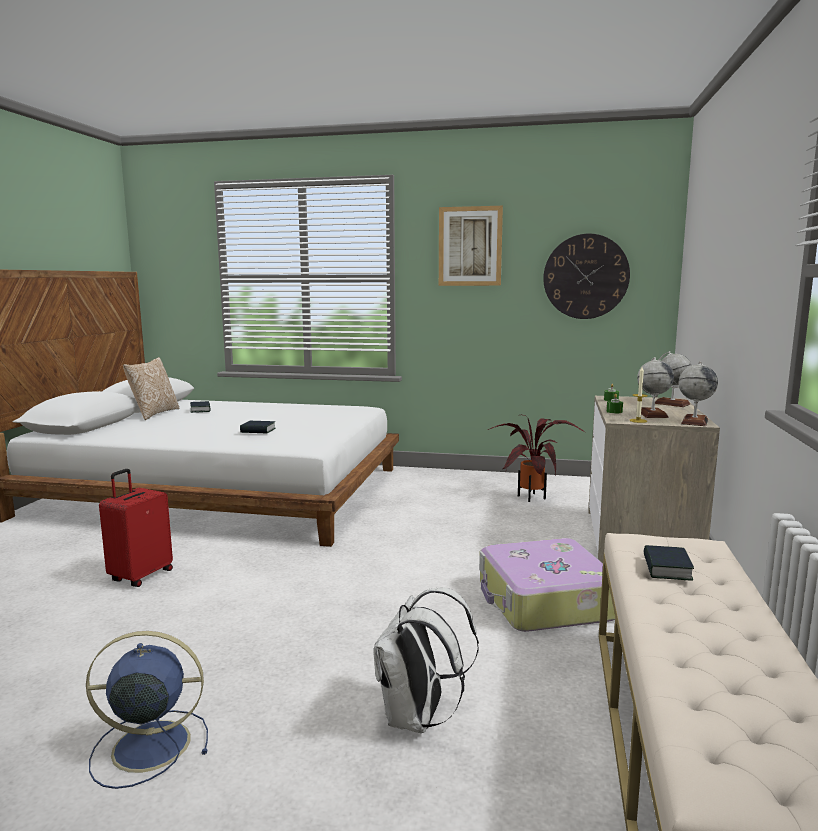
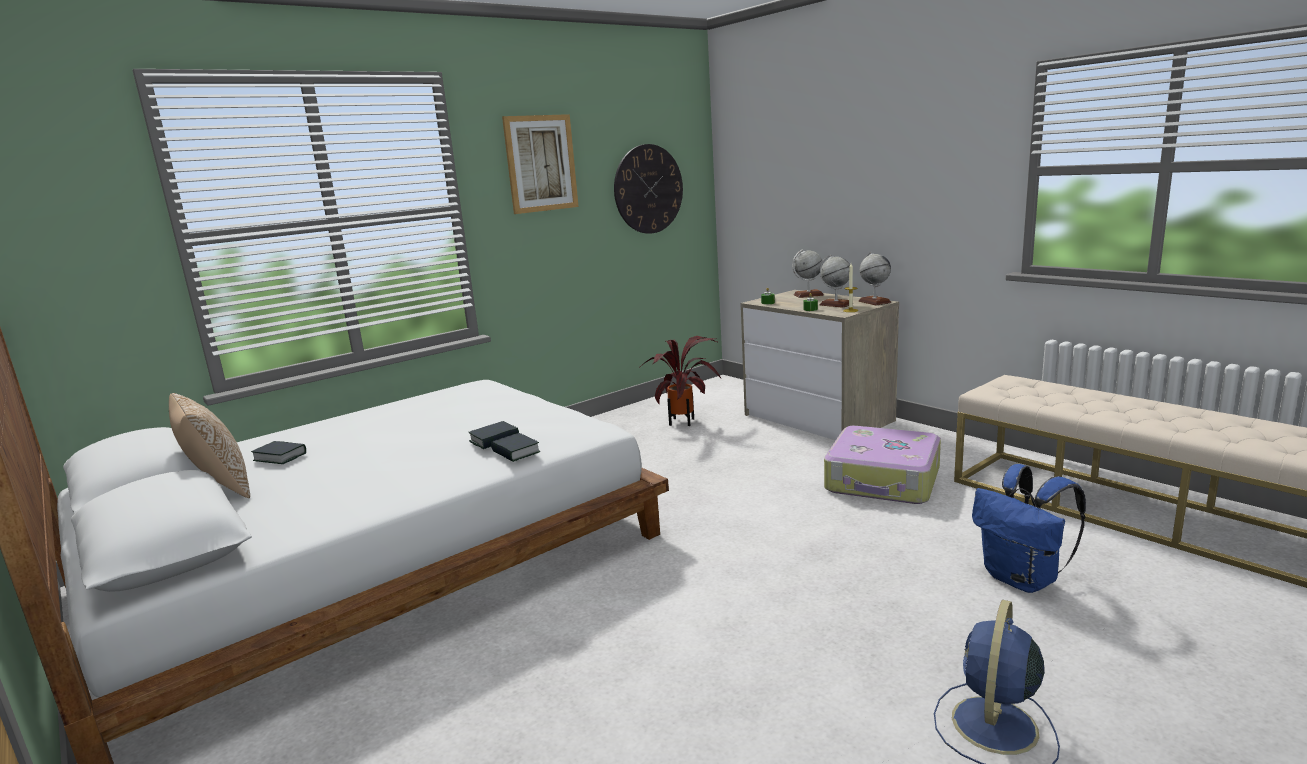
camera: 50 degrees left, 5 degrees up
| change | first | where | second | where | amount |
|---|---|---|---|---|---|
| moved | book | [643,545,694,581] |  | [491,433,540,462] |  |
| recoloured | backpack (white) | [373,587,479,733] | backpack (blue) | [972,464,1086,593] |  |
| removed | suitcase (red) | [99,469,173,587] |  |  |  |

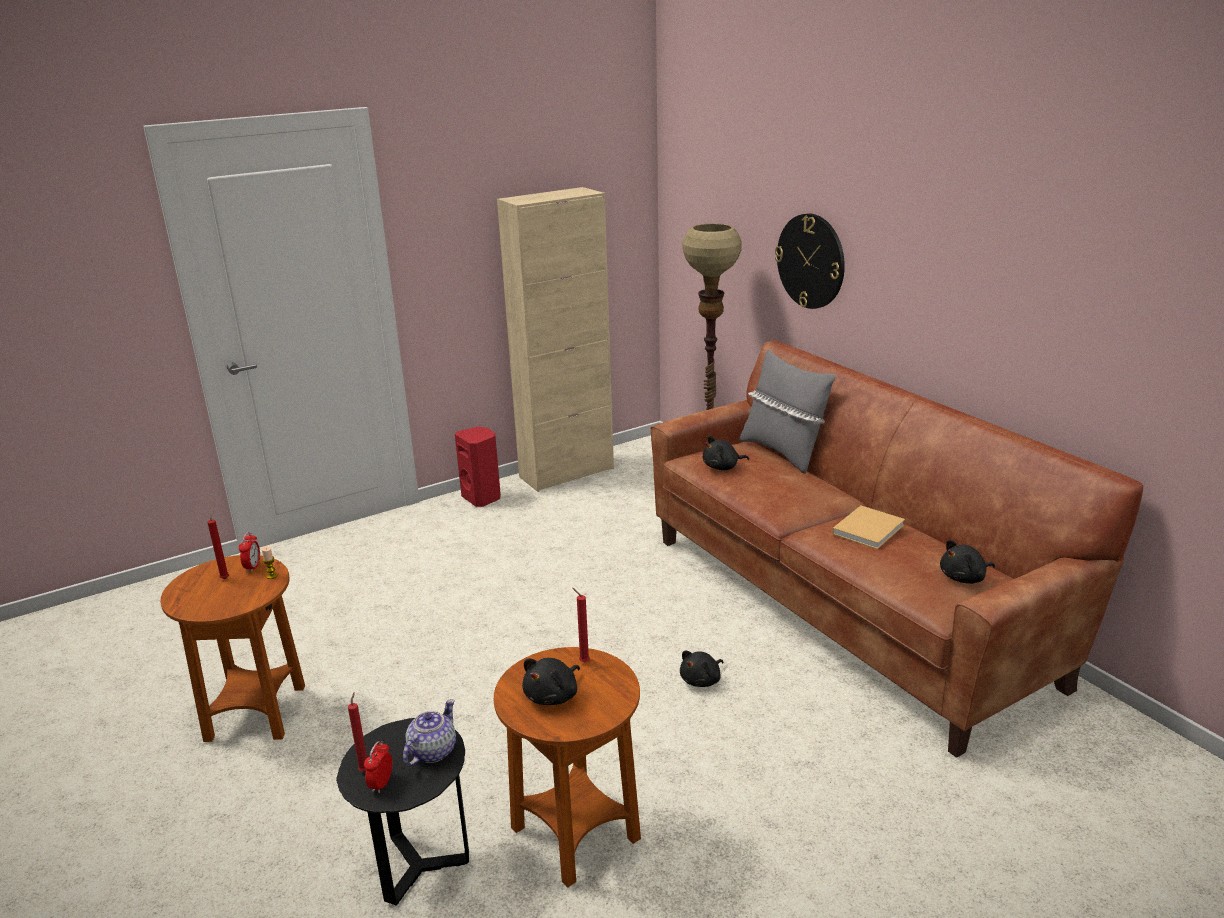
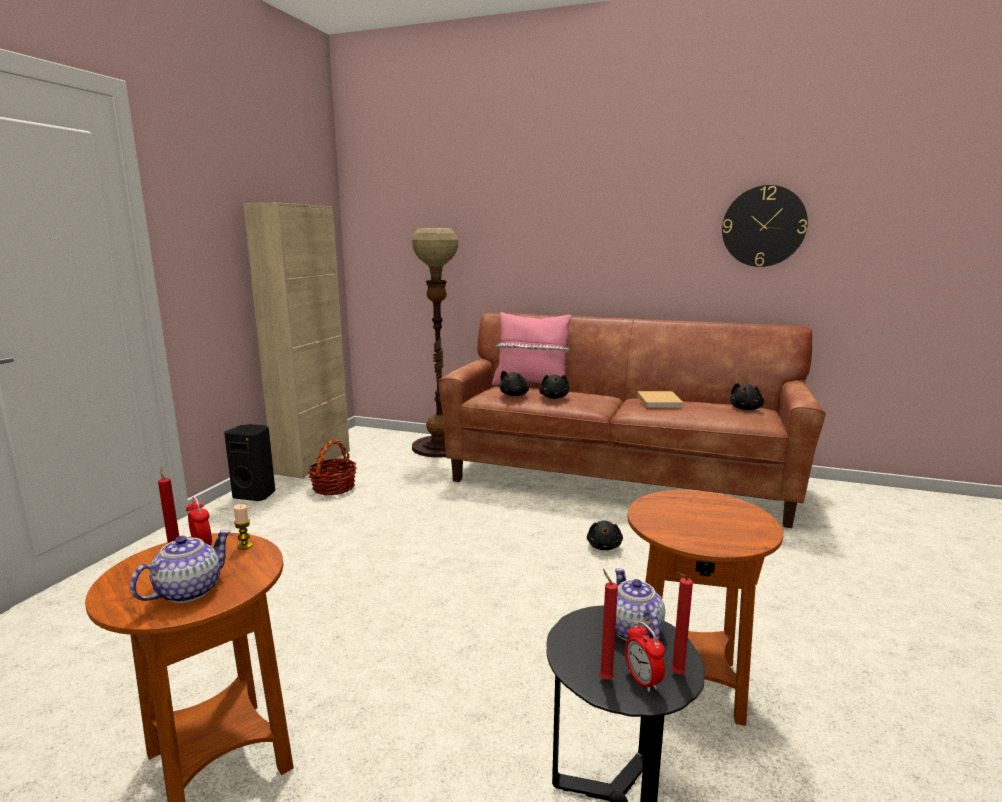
camera: 40 degrees left, 10 degrees down
| change | first | where | second | where | amount |
|---|---|---|---|---|---|
| added |  |  | teapot | [130,530,231,603] |  |
| recoloured | speaker (red) | [455,427,501,507] | speaker (black) | [224,424,275,501] |  |
| added |  |  | basket | [308,440,357,495] |  |
| recoloured | pillow (grey) | [739,349,836,474] | pillow (pink) | [492,312,571,385] |  |
| moved | plush toy (black) | [522,658,580,705] |  | [539,374,569,399] |  |
| moved | candle (red) | [573,588,590,662] |  | [671,571,693,674] |  |
| moved | wall clock | [775,213,845,309] |  | [722,185,808,267] |  |

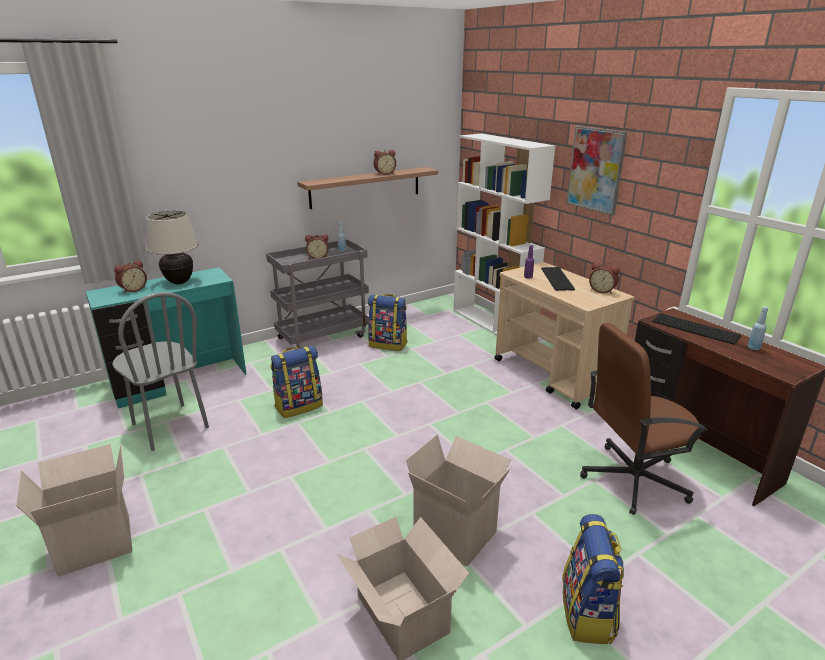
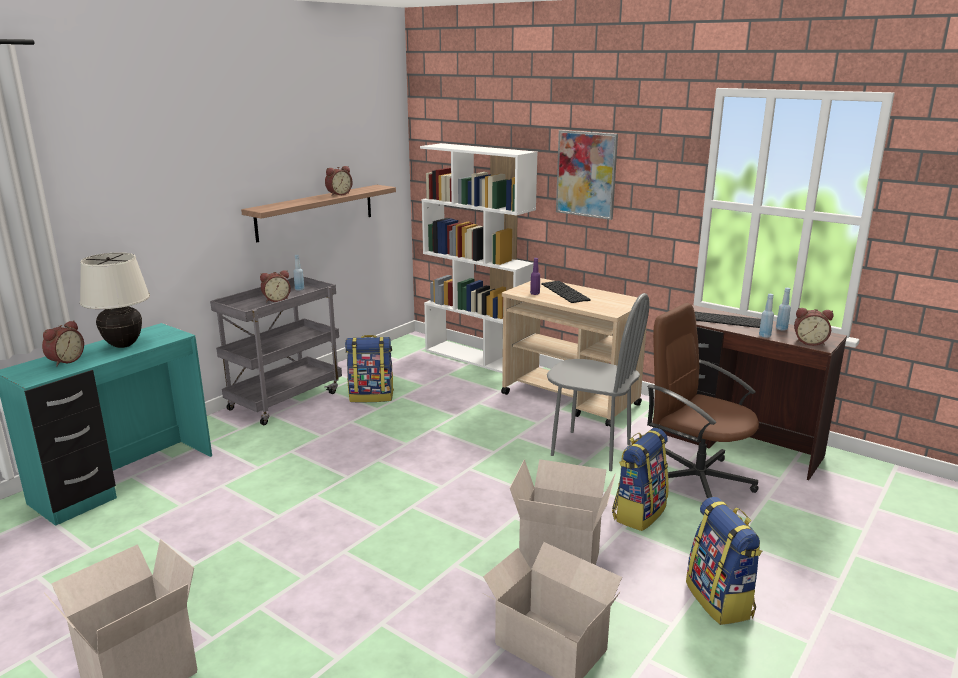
camera: 20 degrees left, 5 degrees down
| change | first | where | second | where | amount |
|---|---|---|---|---|---|
| moved | chair (grey) | [112,292,209,451] |  | [547,293,649,471] |  |
| moved | backpack | [271,345,323,418] |  | [612,428,669,531] |  |
| turned | office chair (brown) | [580,323,708,515] |  | [647,303,759,499] | 75 degrees clockwise |
| added |  |  | bottle (blue) | [759,294,774,338] |  |
| moved | alarm clock | [589,262,620,294] |  | [794,308,834,346] |  |

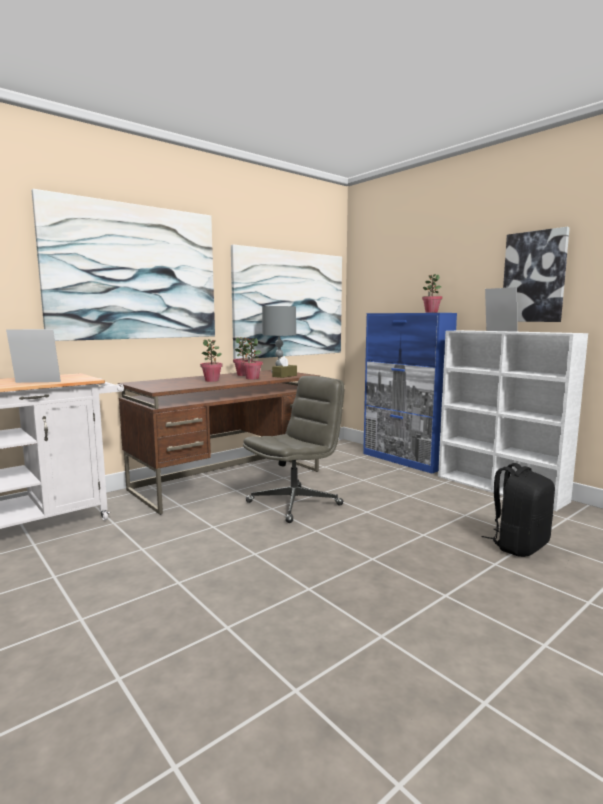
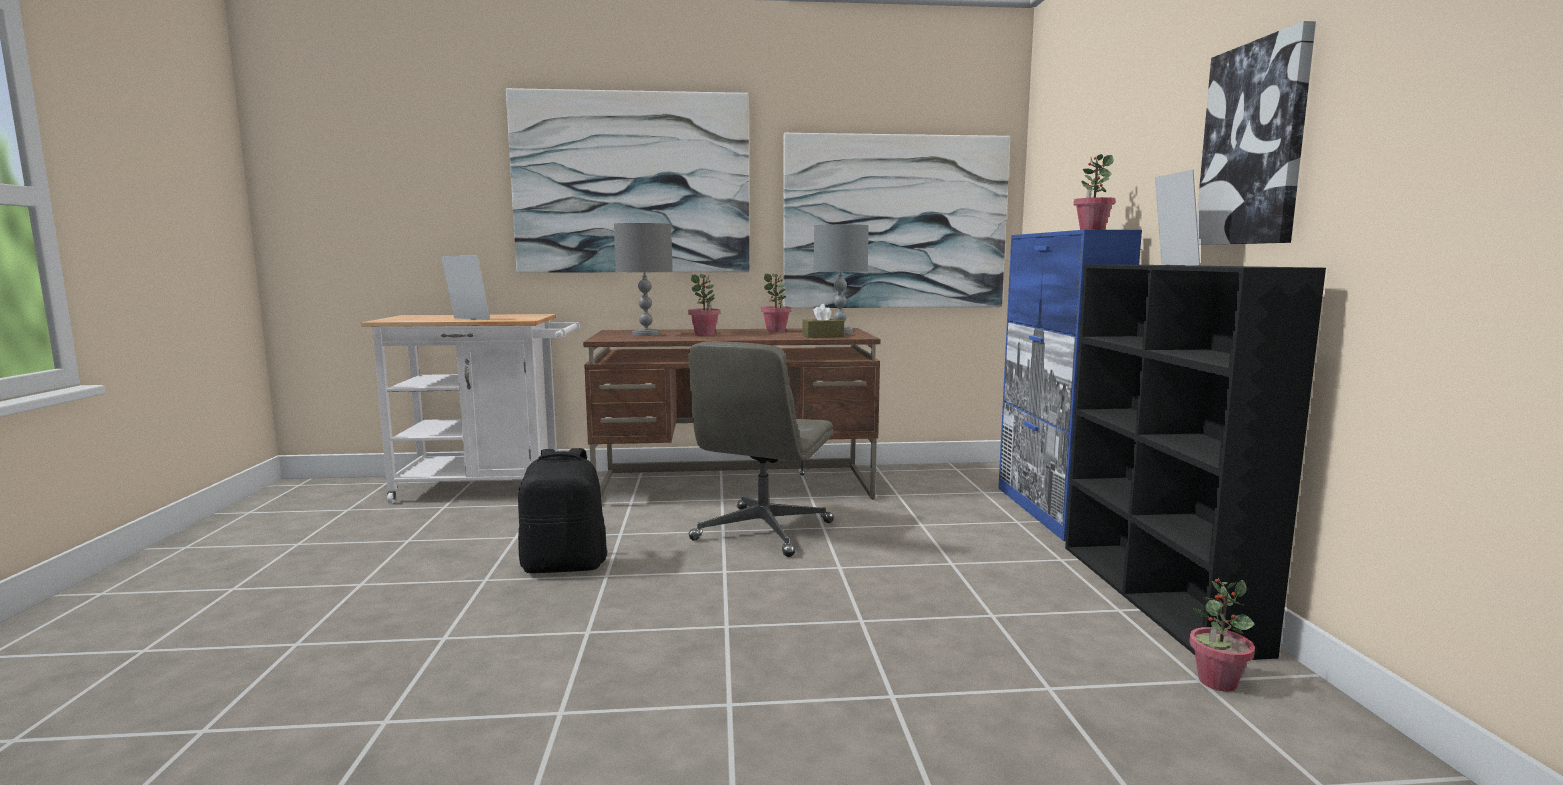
camera: 35 degrees right, 0 degrees up
| change | first | where | second | where | amount |
|---|---|---|---|---|---|
| moved | backpack (black) | [482,463,555,557] |  | [518,448,607,573] |  |
| added |  |  | table lamp (grey) | [614,223,673,336] |  |
| turned | office chair (grey) | [243,376,345,523] |  | [688,341,834,557] | 120 degrees clockwise |
| recoloured | bookcase (white) | [438,330,588,511] | bookcase (black) | [1065,265,1326,660] |  |
| moved | potted plant | [241,338,263,380] |  | [1189,578,1255,692] |  |

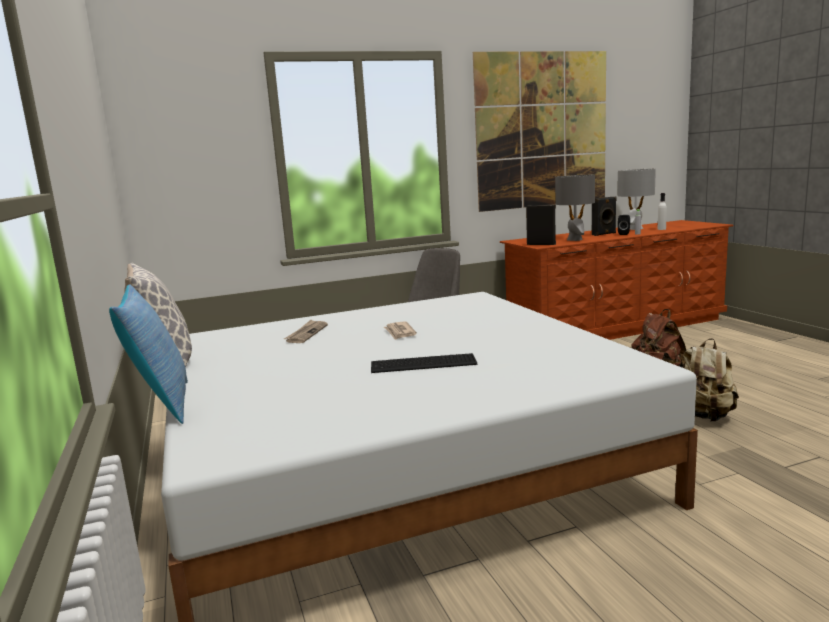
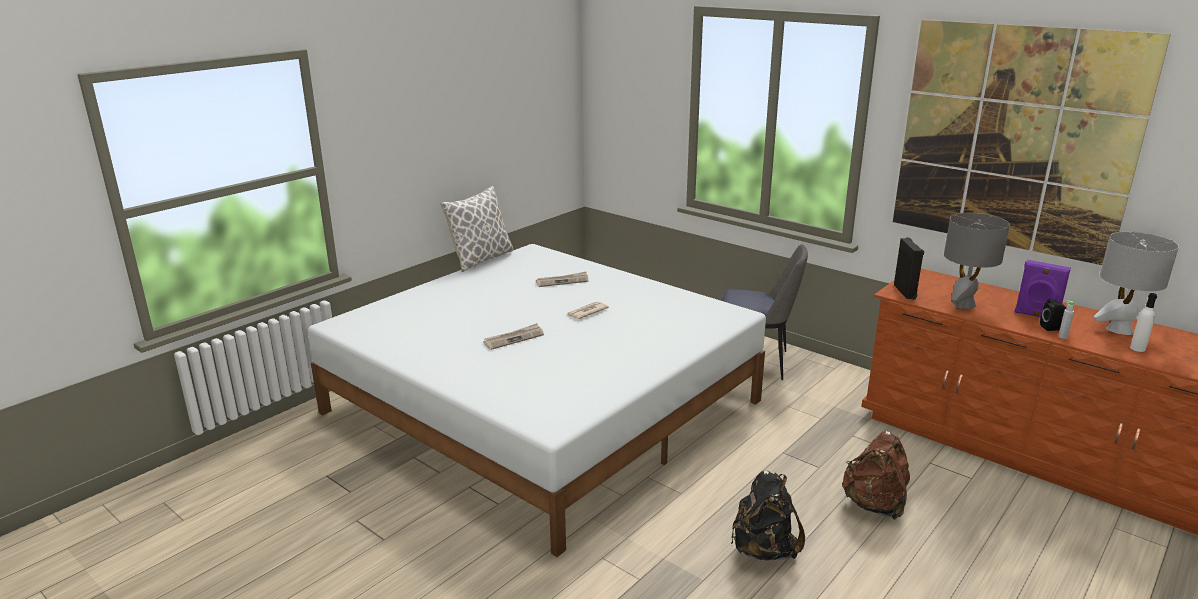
camera: 60 degrees right, 10 degrees up
| change | first | where | second | where | amount |
|---|---|---|---|---|---|
| replaced | keyboard | [371,353,477,373] | newspaper | [483,323,544,350] |  |
| recoloured | backpack (beige) | [683,338,739,422] | backpack (black) | [731,470,805,560] |  |
| recoloured | speaker (black) | [592,196,617,236] | speaker (purple) | [1015,260,1071,317] |  |
| removed | pillow | [109,284,188,424] |  |  |  |

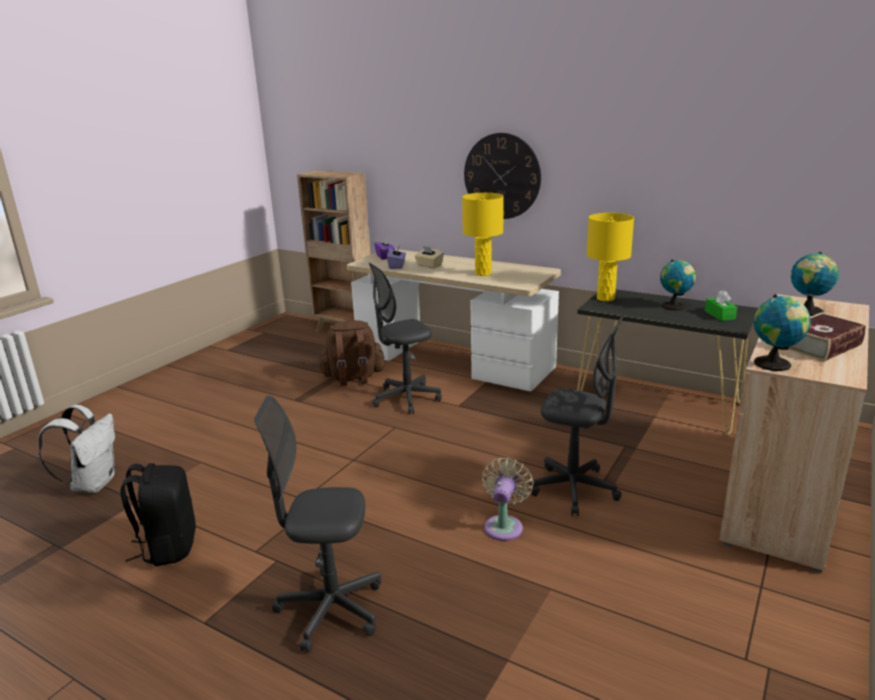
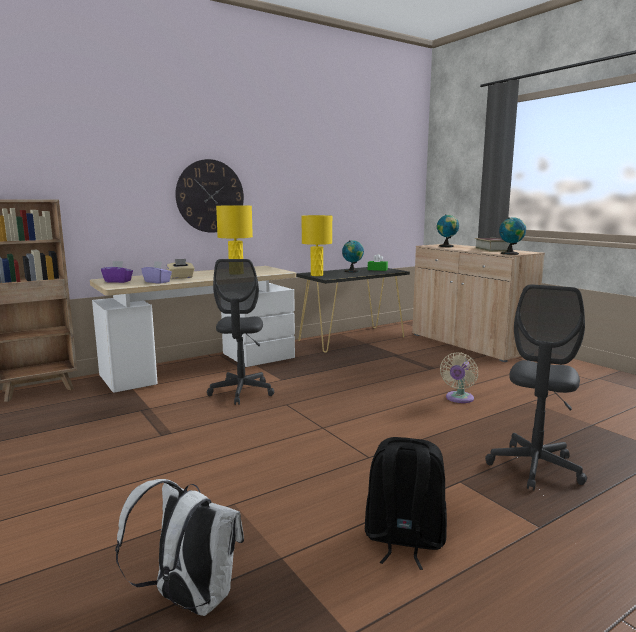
camera: 65 degrees left, 10 degrees down
| change | first | where | second | where | amount |
|---|---|---|---|---|---|
| turned | fan (beige) | [482,458,534,541] |  | [440,353,478,403] | 105 degrees counterclockwise |
| removed | backpack (brown) | [318,320,385,386] |  |  |  |
| removed | office chair (grey) | [530,317,623,516] |  |  |  |

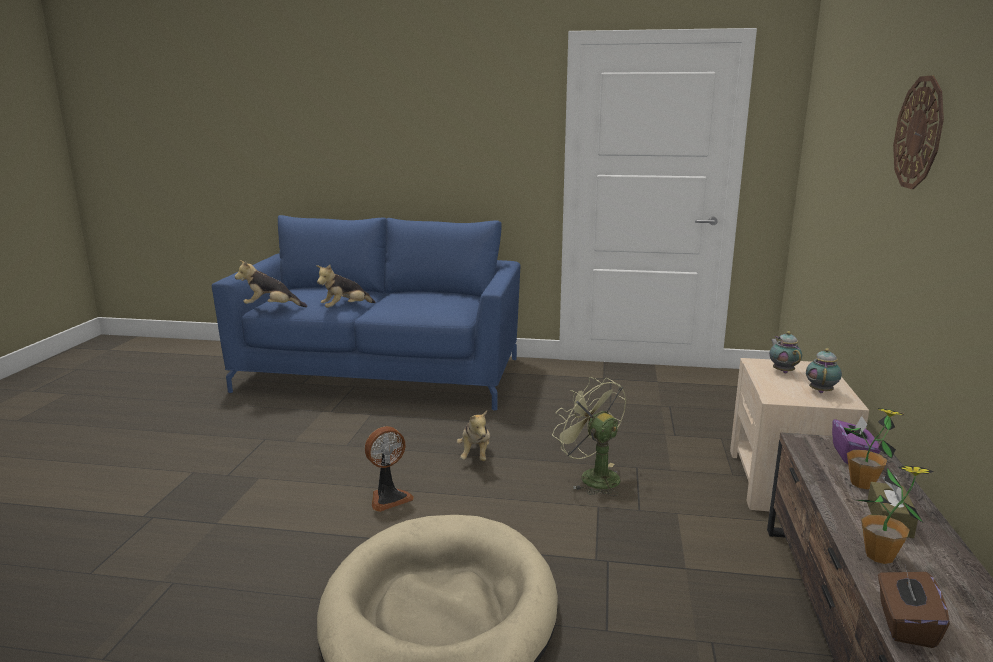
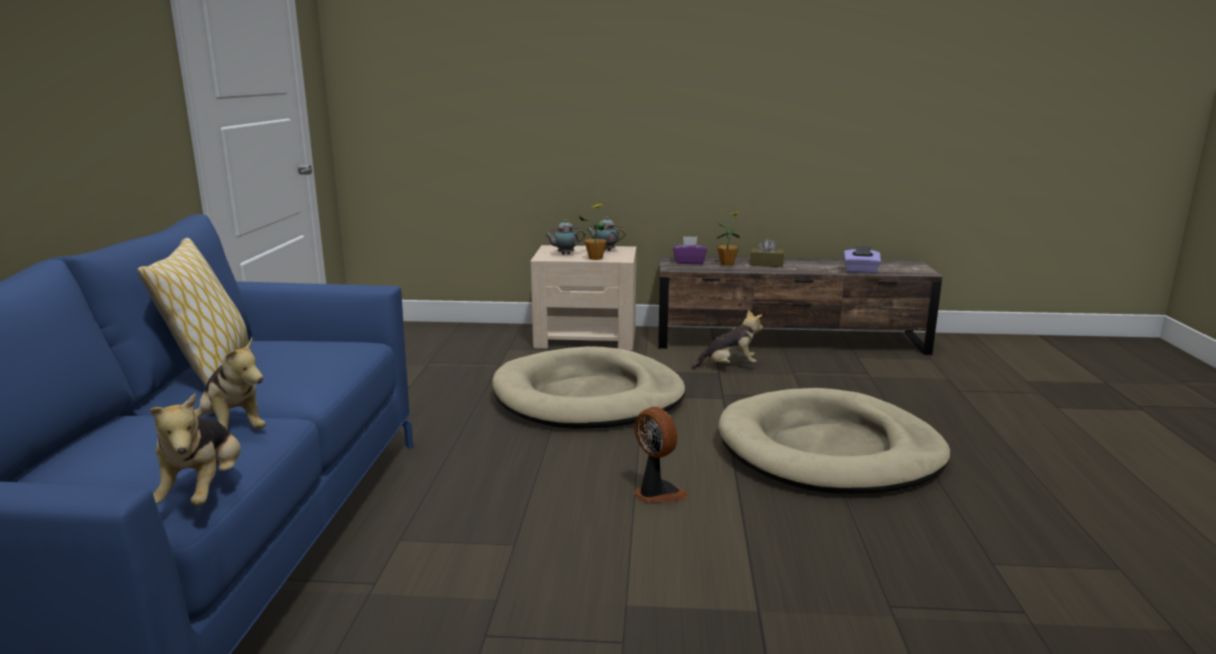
camera: 95 degrees left, 0 degrees up
| change | first | where | second | where | amount |
|---|---|---|---|---|---|
| added |  |  | pillow | [137,238,249,386] |  |
| replaced | fan (green) | [552,377,626,496] | dog bed (beige) | [492,346,686,429] |  |
| moved | potted plant | [857,465,934,564] |  | [579,203,607,260] |  |
| moved | plush toy | [457,410,490,461] |  | [691,309,763,369] |  |
| recoloured | tissue box (brown) | [878,566,950,648] | tissue box (purple) | [844,245,881,274] |  |
| removed | wall clock | [893,75,944,189] |  |  |  |

